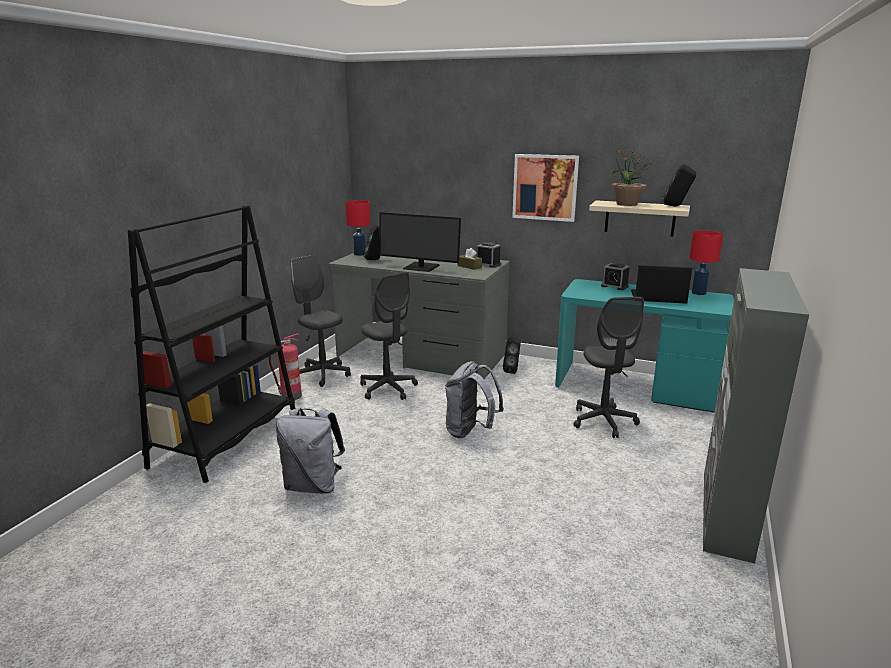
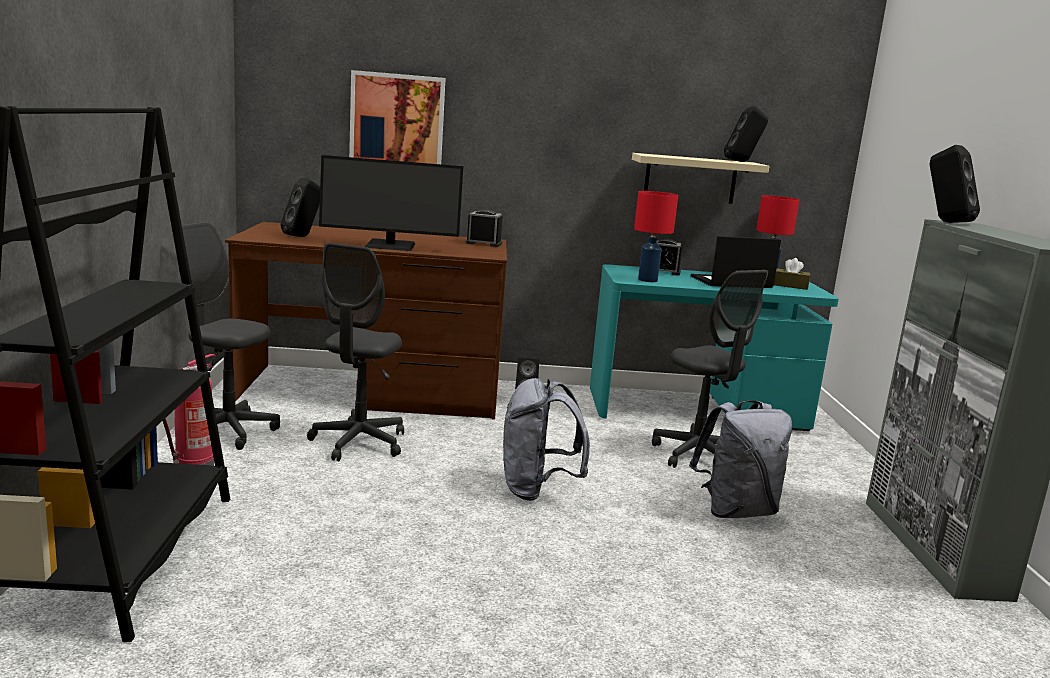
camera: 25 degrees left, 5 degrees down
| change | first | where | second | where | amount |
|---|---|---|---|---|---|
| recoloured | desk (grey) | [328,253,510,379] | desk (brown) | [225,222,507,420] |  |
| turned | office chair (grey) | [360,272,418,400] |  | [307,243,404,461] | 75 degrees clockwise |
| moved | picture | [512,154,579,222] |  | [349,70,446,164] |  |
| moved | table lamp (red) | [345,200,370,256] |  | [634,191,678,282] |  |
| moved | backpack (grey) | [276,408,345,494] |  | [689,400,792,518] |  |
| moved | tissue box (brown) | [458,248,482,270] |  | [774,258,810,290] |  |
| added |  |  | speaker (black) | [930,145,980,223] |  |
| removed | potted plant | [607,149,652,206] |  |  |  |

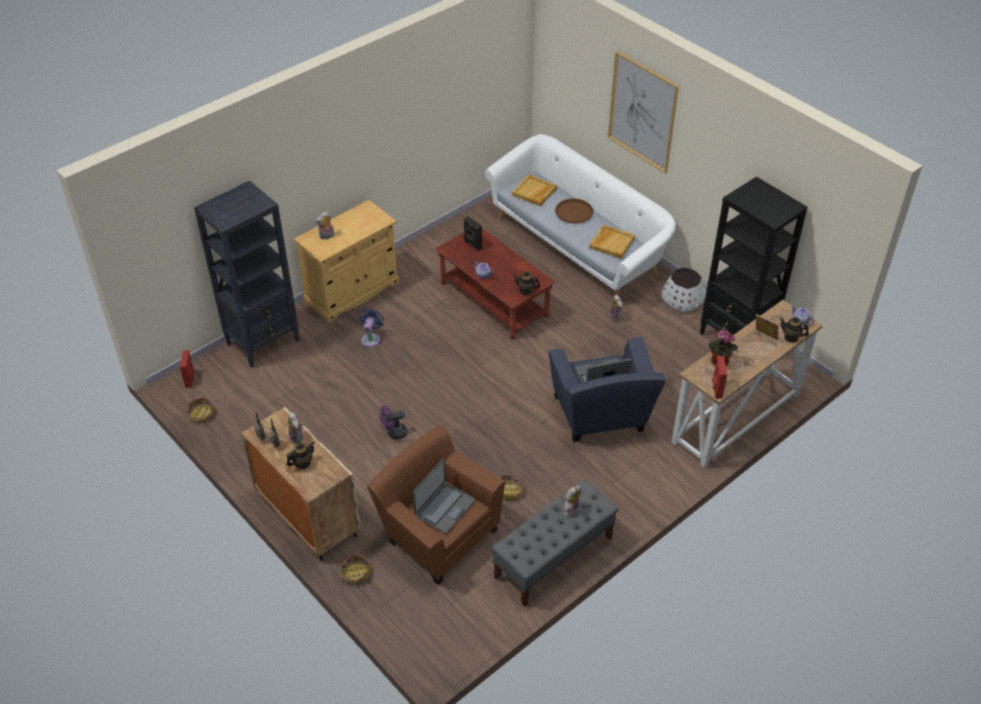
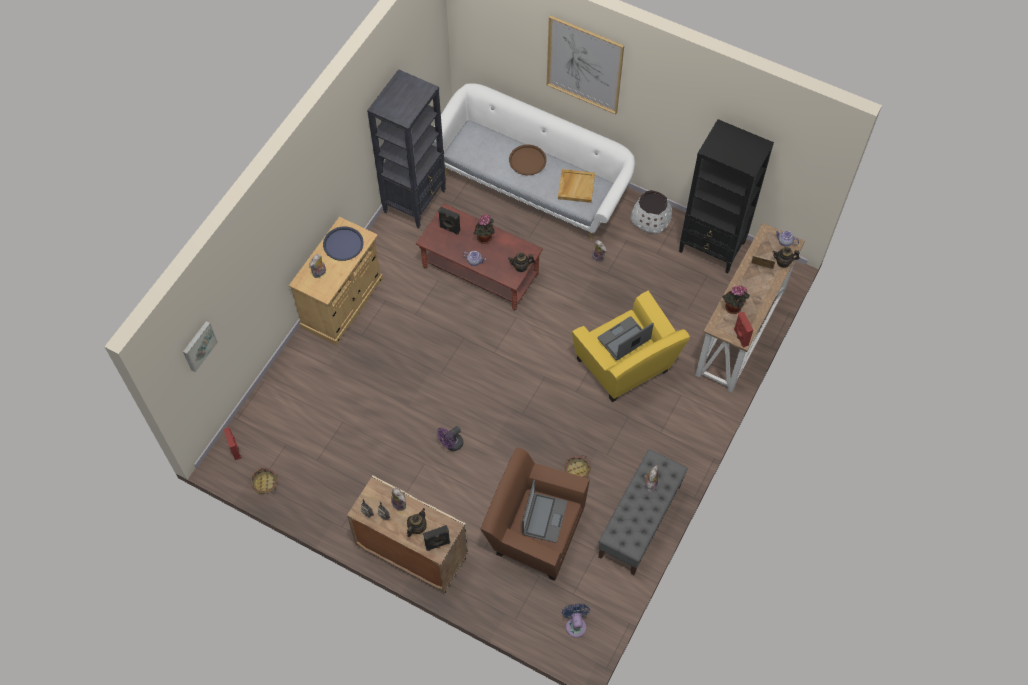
camera: 20 degrees left, 15 degrees up
| change | first | where | second | where | amount |
|---|---|---|---|---|---|
| added |  |  | picture | [183,321,218,372] |  |
| added |  |  | tray (blue) | [323,227,364,261] |  |
| moved | bookcase (black) | [194,180,299,368] |  | [367,69,446,228] |  |
| added |  |  | speaker (black) | [423,525,450,551] |  |
| added |  |  | potted plant | [473,214,495,244] |  |
| moved | fan (blue) | [359,308,384,347] |  | [562,604,590,638] |  |
| recoloured | armchair (blue) | [548,336,665,442] | armchair (yellow) | [572,290,690,402] |  |
| removed | basket | [340,554,372,586] |  |  |  |
| removed | tray (beige) | [512,175,557,206] |  |  |  |

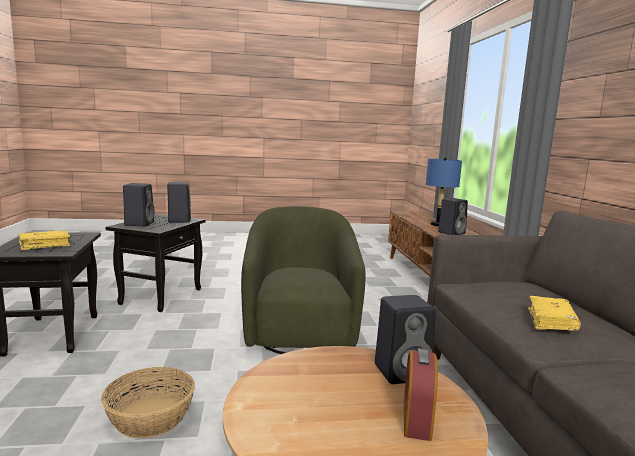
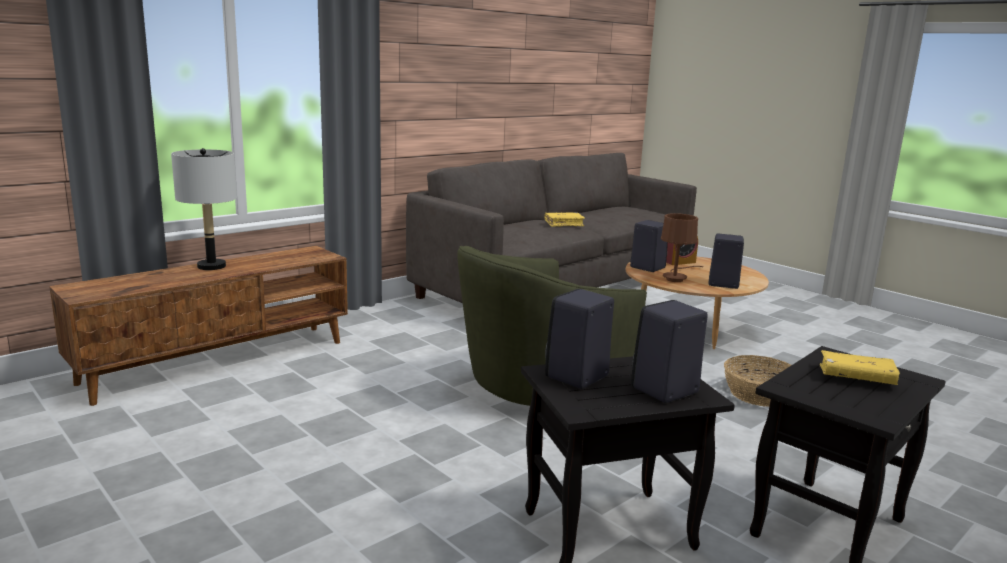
camera: 125 degrees left, 5 degrees up
| change | first | where | second | where | amount |
|---|---|---|---|---|---|
| recoloured | table lamp (blue) | [426,157,462,226] | table lamp (grey) | [171,148,237,270] |  |
| added |  |  | table lamp (brown) | [661,213,703,282] |  |
| moved | speaker (black) | [438,198,468,235] |  | [708,234,744,289] |  |

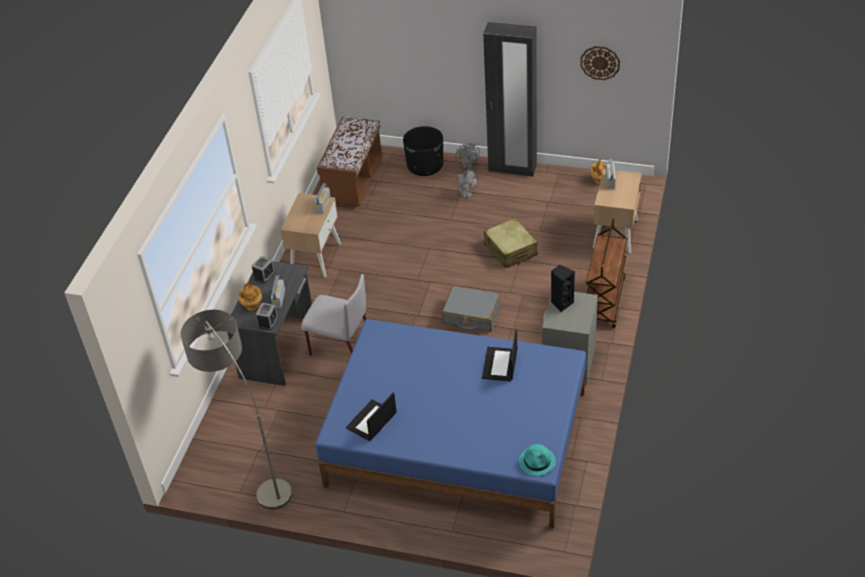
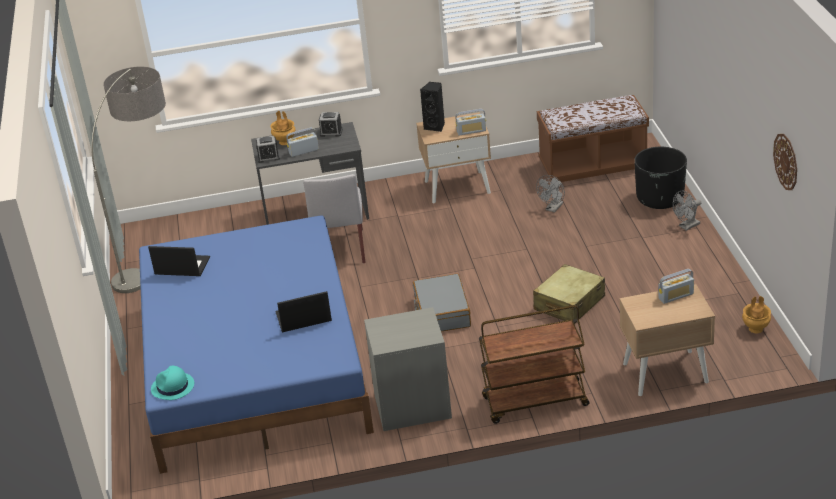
camera: 65 degrees right, 10 degrees down
| change | first | where | second | where | amount |
|---|---|---|---|---|---|
| moved | speaker (black) | [551,265,575,312] |  | [420,82,445,132] |  |
| moved | fan (grey) | [457,170,479,199] |  | [536,175,565,212] |  |
| removed | wardrobe (black) | [483,22,537,177] |  |  |  |

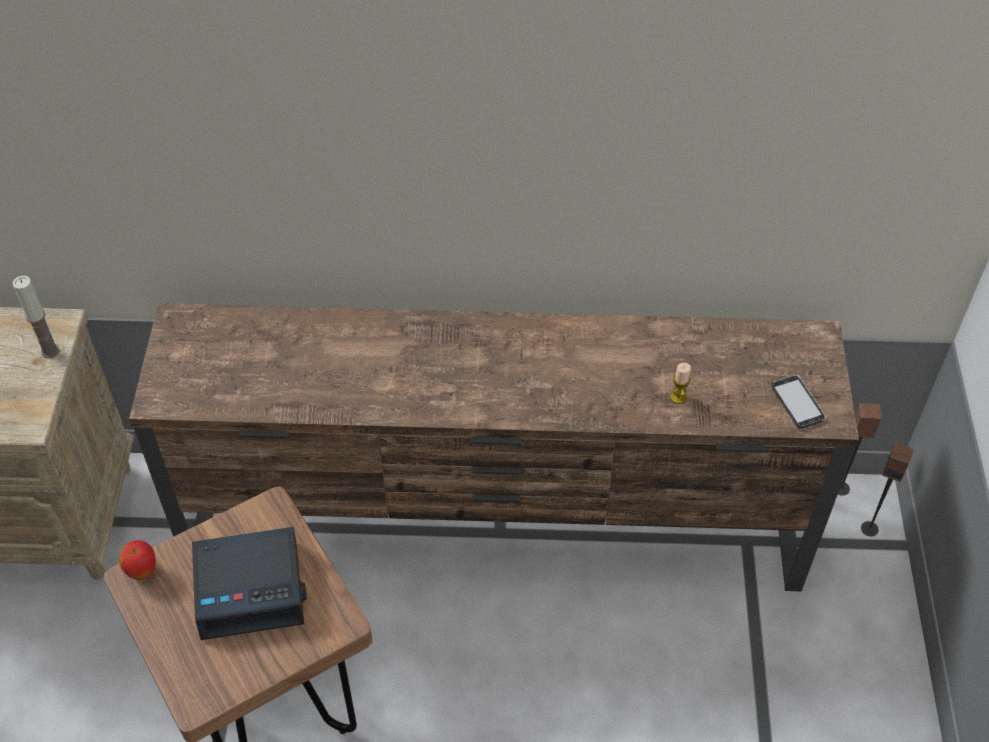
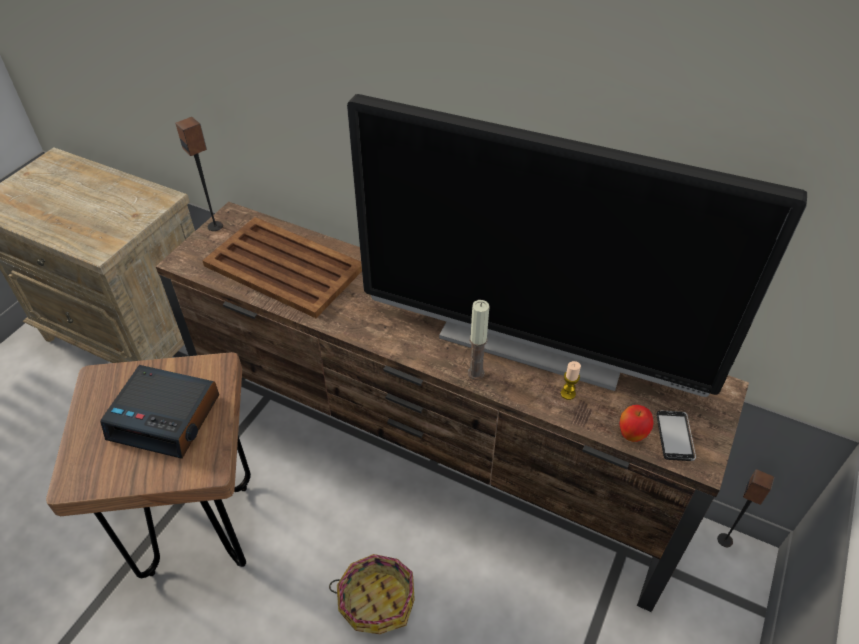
camera: 25 degrees right, 5 degrees down
| change | first | where | second | where | amount |
|---|---|---|---|---|---|
| moved | speaker | [861,442,914,536] |  | [175,117,223,231] |  |
| added |  |  | tray (brown) | [202,217,362,318] |  |
| added |  |  | basket | [329,554,415,634] |  |
| added |  |  | television | [347,94,807,397] |  |
| moved | candle | [13,276,60,358] |  | [468,300,489,380] |  |
| moved | apple | [119,540,156,580] |  | [619,405,654,442] |  |

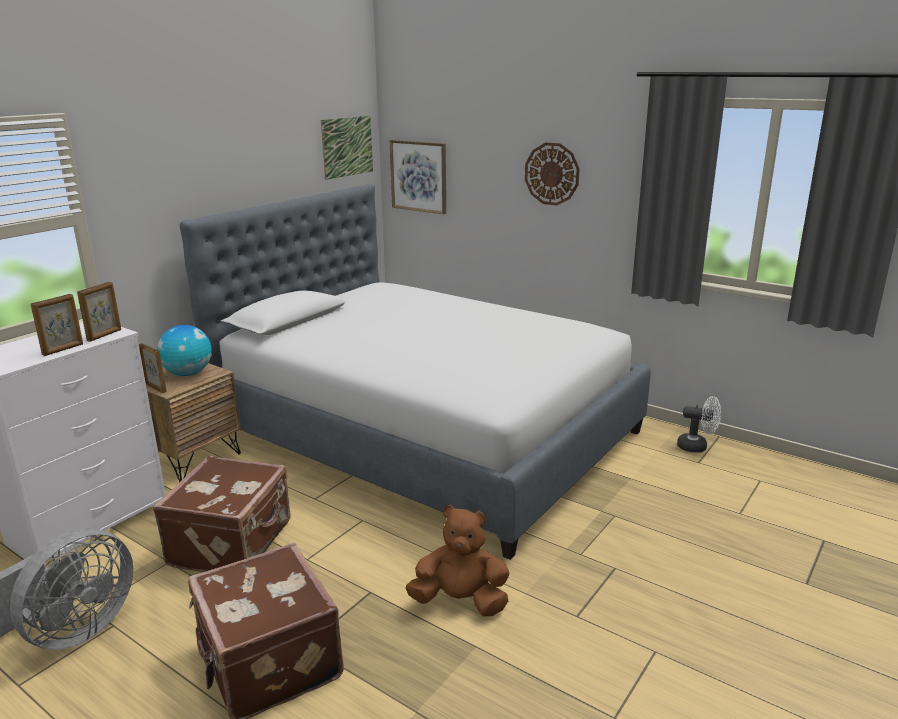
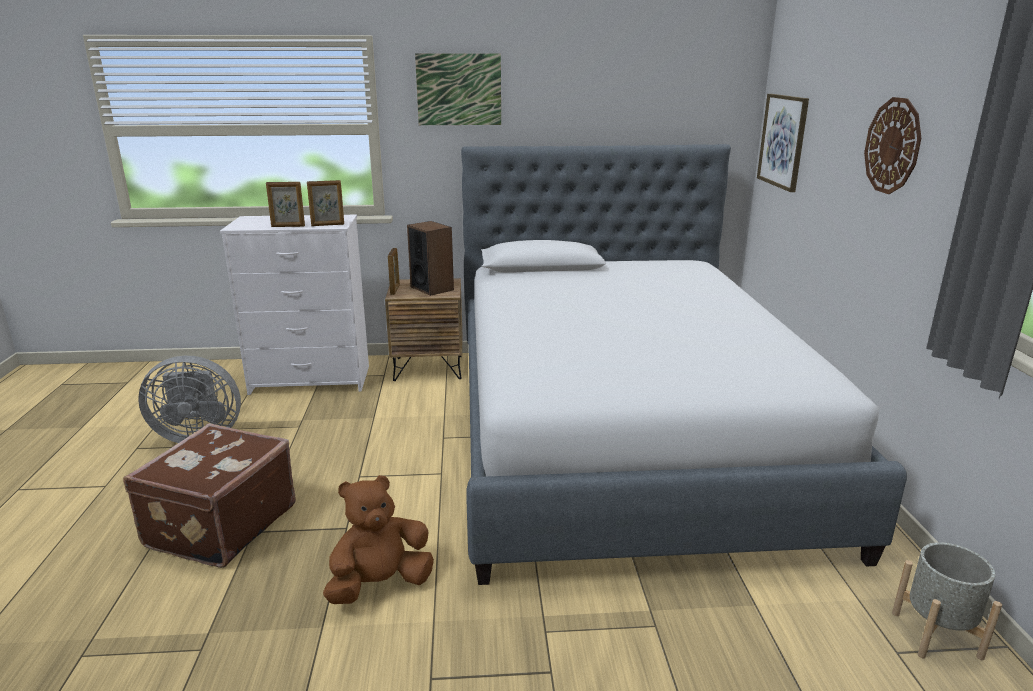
camera: 50 degrees right, 0 degrees up
| change | first | where | second | where | amount |
|---|---|---|---|---|---|
| turned | plush toy (brown) | [406,505,509,617] |  | [323,475,434,604] | 90 degrees counterclockwise |
| replaced | globe | [157,325,212,376] | speaker | [407,221,454,296] |  |
| moved | picture | [321,115,373,180] |  | [415,53,501,125] |  |
| replaced | fan (white) | [677,396,721,453] | planter (grey) | [892,542,1002,660] |  |
| removed | suitcase (brown) | [153,456,291,572] |  |  |  |

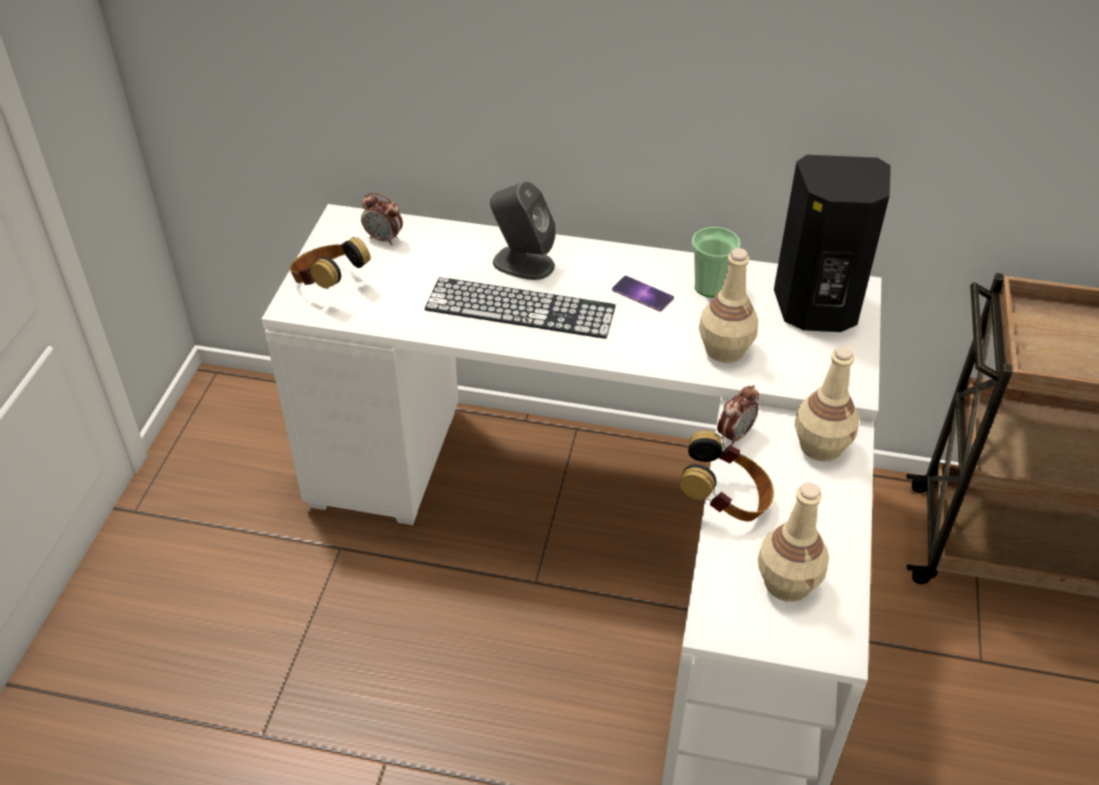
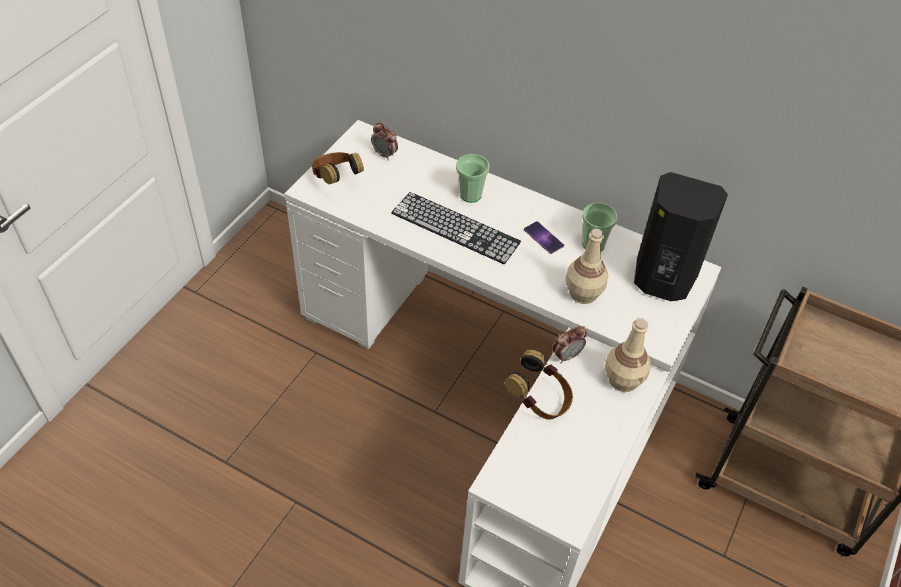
camera: 15 degrees right, 5 degrees up
| change | first | where | second | where | amount |
|---|---|---|---|---|---|
| replaced | speaker (grey) | [490,181,556,280] | cup | [456,154,490,203] |  |
| removed | bottle (beige) | [758,483,829,602] |  |  |  |

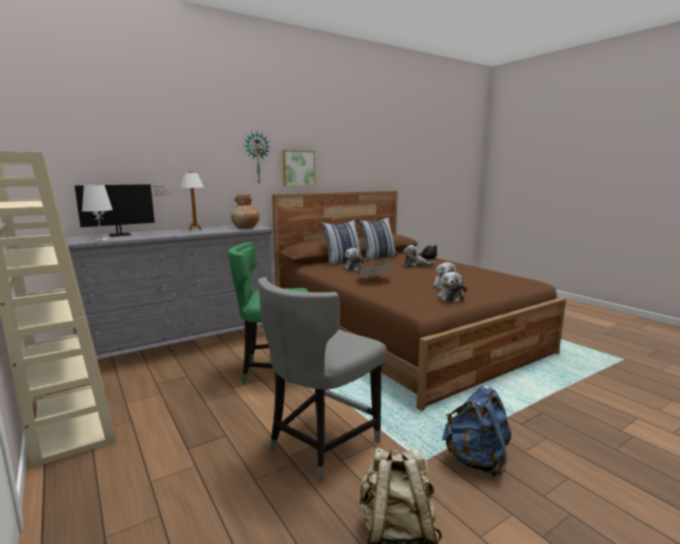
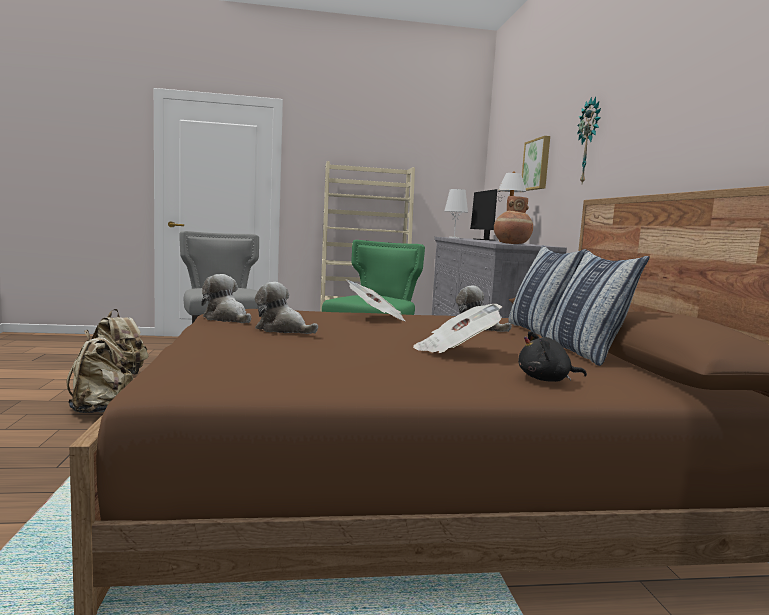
camera: 115 degrees right, 5 degrees down
| change | first | where | second | where | amount |
|---|---|---|---|---|---|
| recoloured | backpack (blue) | [442,385,511,477] | backpack (beige) | [67,330,133,413] |  |
| replaced | plush toy | [403,245,435,267] | newspaper | [413,304,502,353] |  |
| moved | picture | [282,150,315,186] |  | [522,136,550,191] |  |

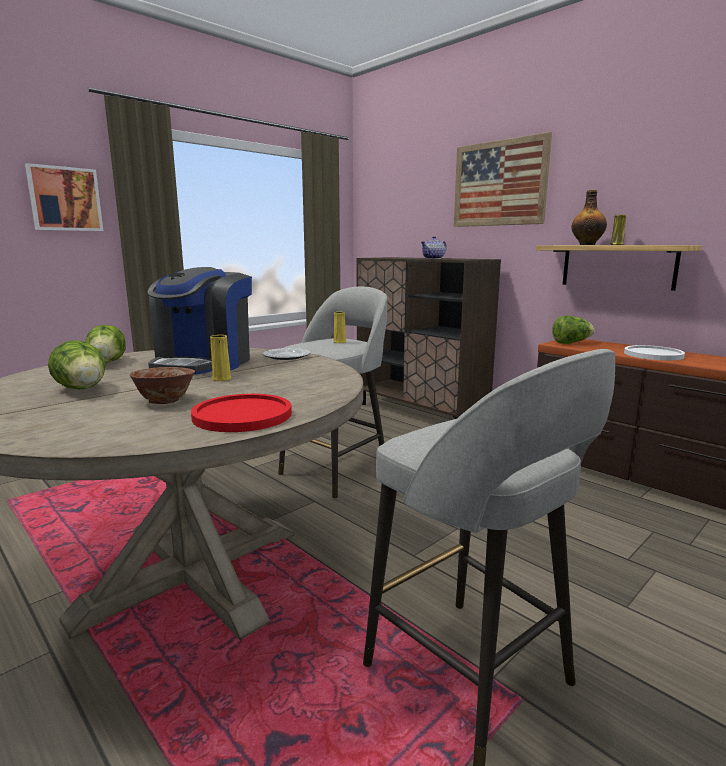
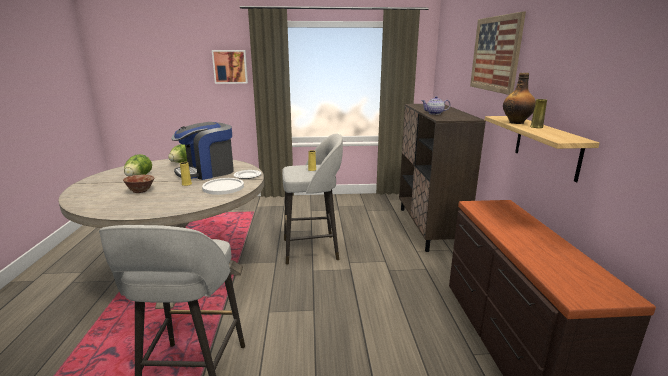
camera: 40 degrees right, 5 degrees up
| change | first | where | second | where | amount |
|---|---|---|---|---|---|
| moved | plate (white) | [624,345,685,360] |  | [202,178,244,195] |  |
| removed | plate (red) | [191,394,292,432] |  |  |  |
| removed | lettuce | [552,316,595,344] |  |  |  |

